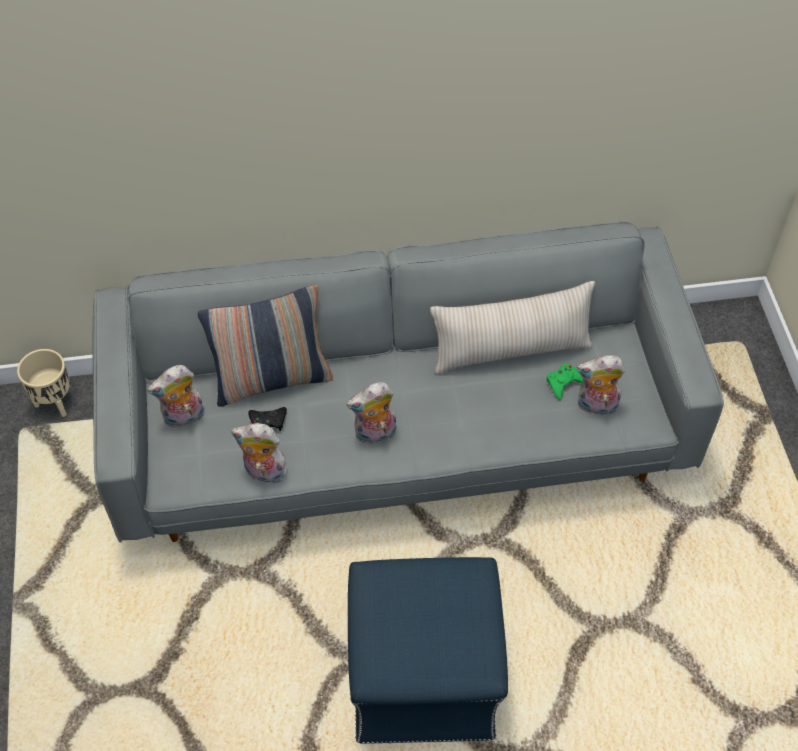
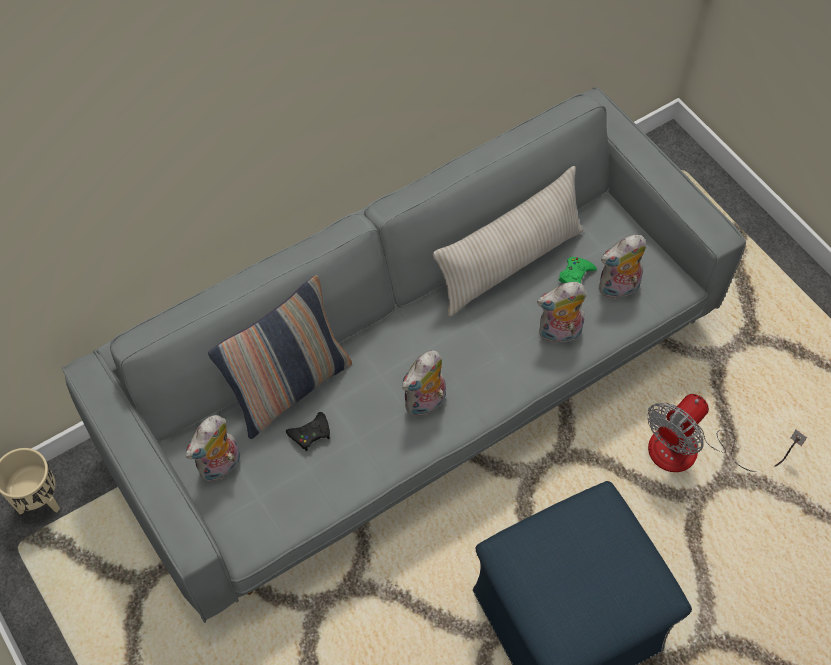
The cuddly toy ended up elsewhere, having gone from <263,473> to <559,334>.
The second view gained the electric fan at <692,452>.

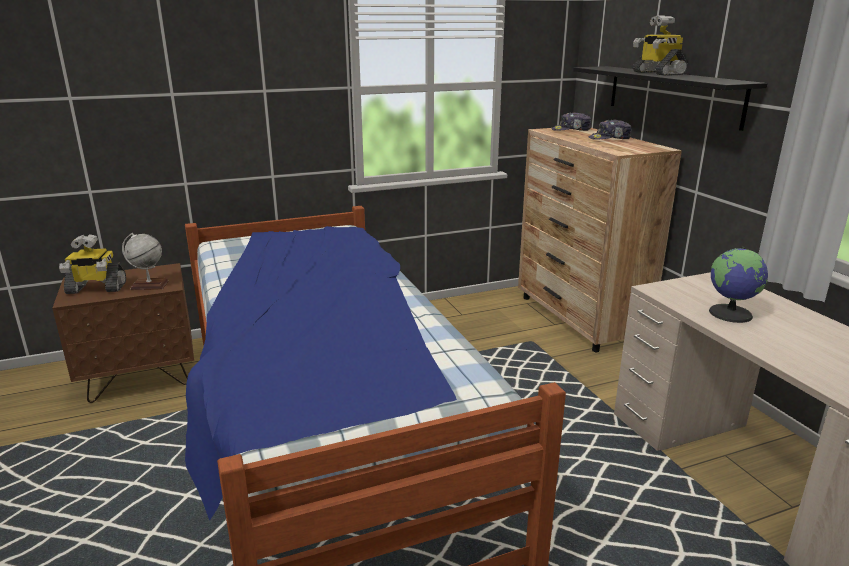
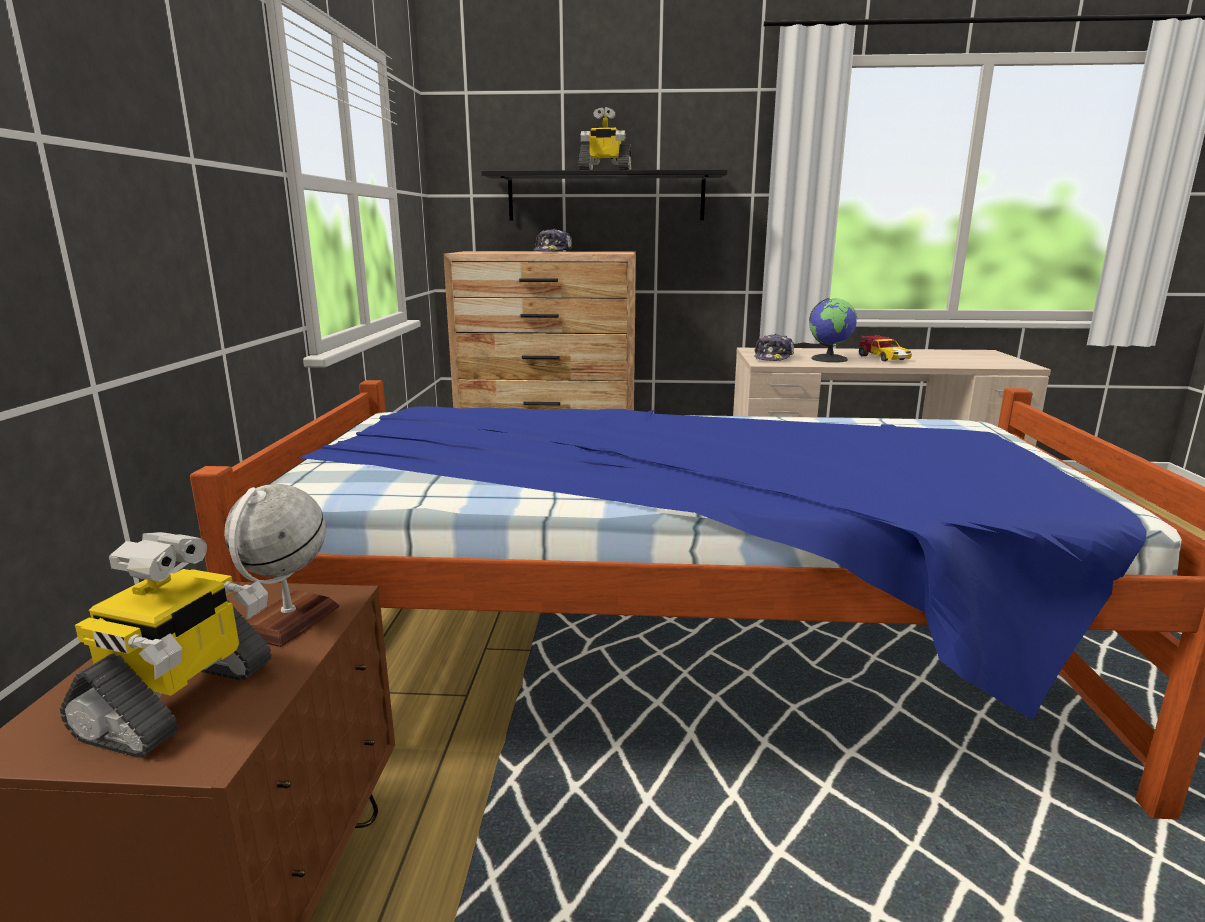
The peaked cap ended up elsewhere, having gone from <571,130> to <773,357>.
The second view gained the toy car at <882,358>.

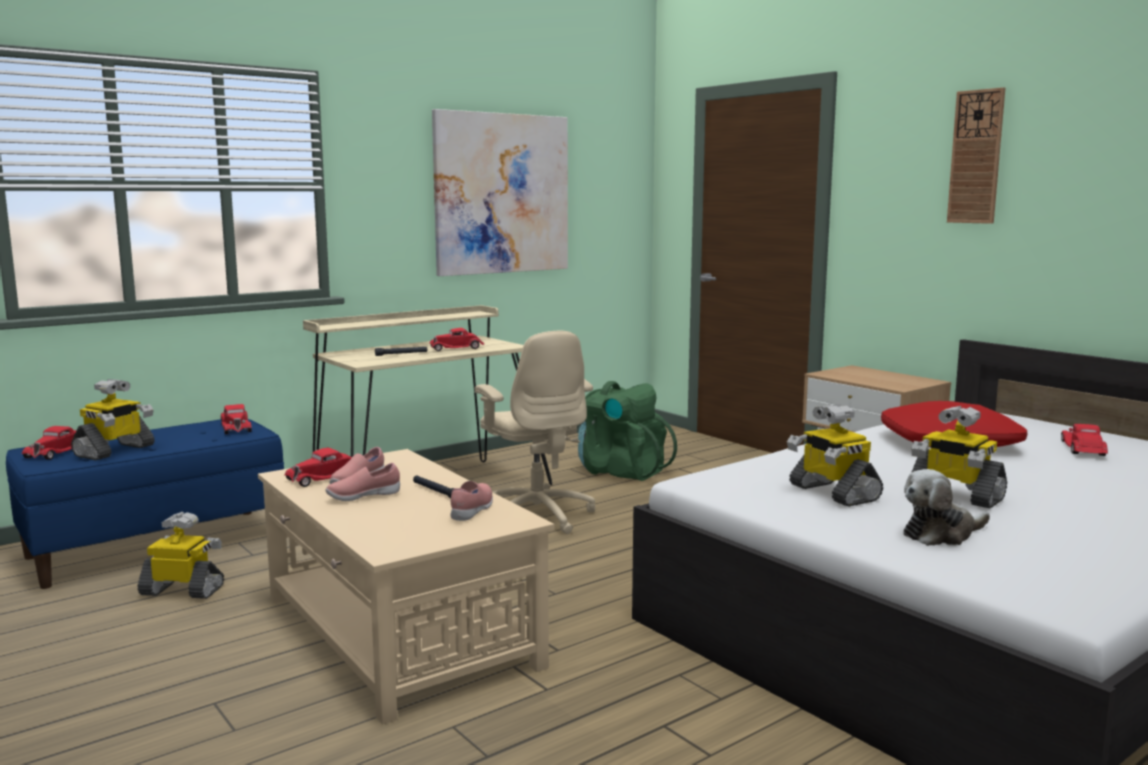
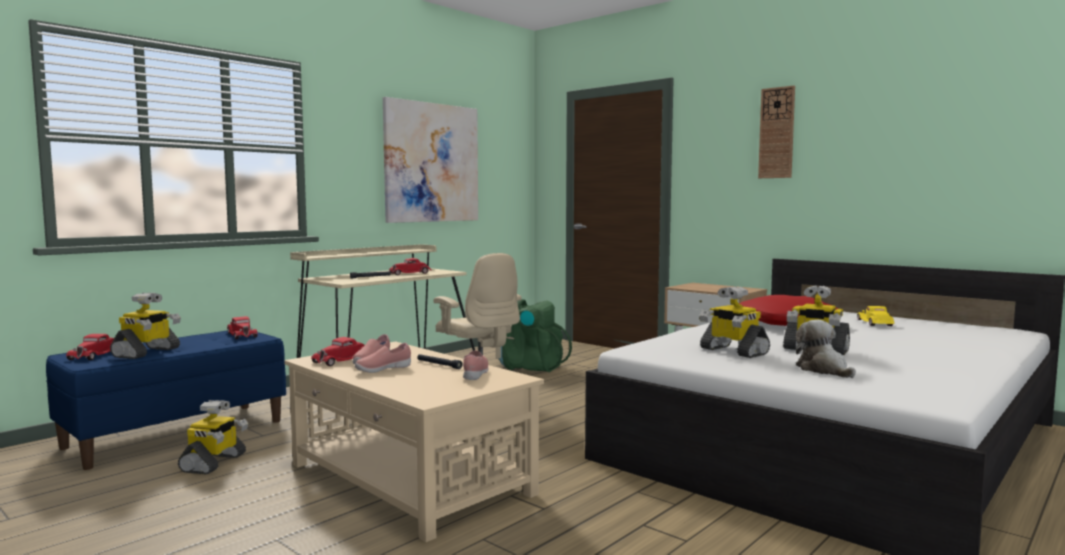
The model robot at <183,590> ended up facing another way, 105 degrees clockwise from before.
The cuddly toy at <941,534> ended up facing another way, 105 degrees clockwise from before.
What was the reddish toy car at <1083,449> turned into the yellow-coloured toy car at <875,323>.

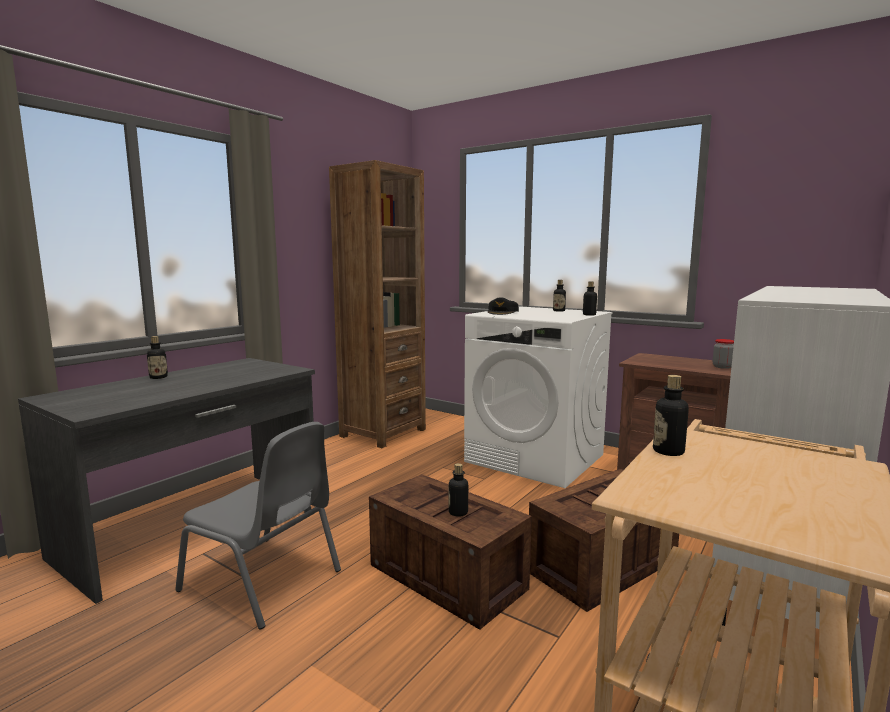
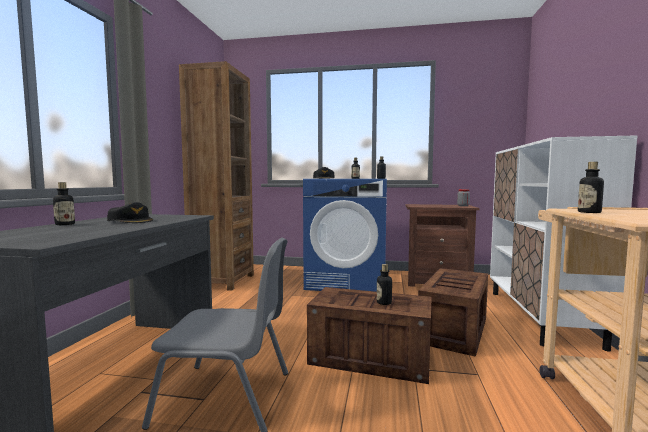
The second view gained the blackish peaked cap at <131,221>.
What was the white laundry appliance at <536,458> turned into the blue-coloured laundry appliance at <348,281>.

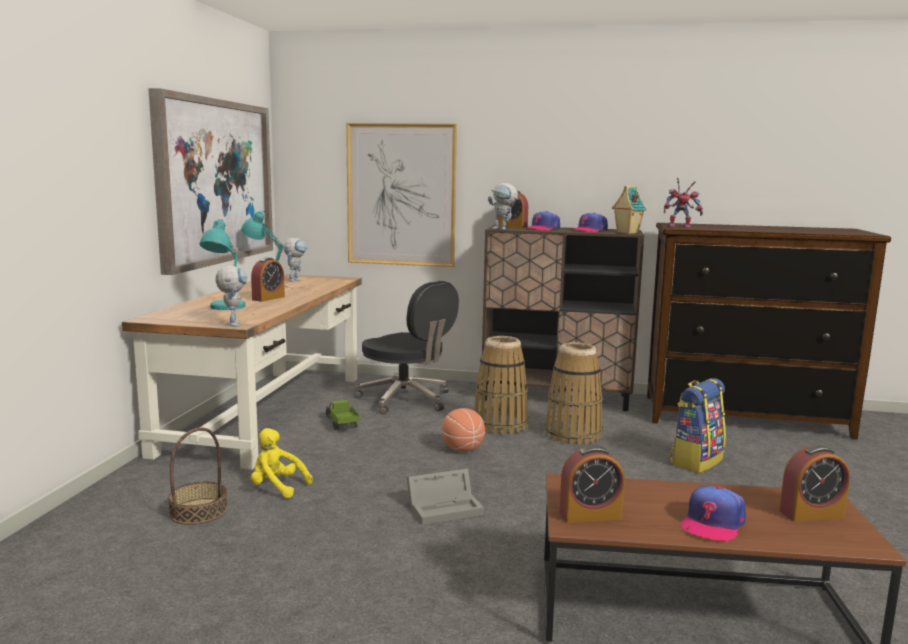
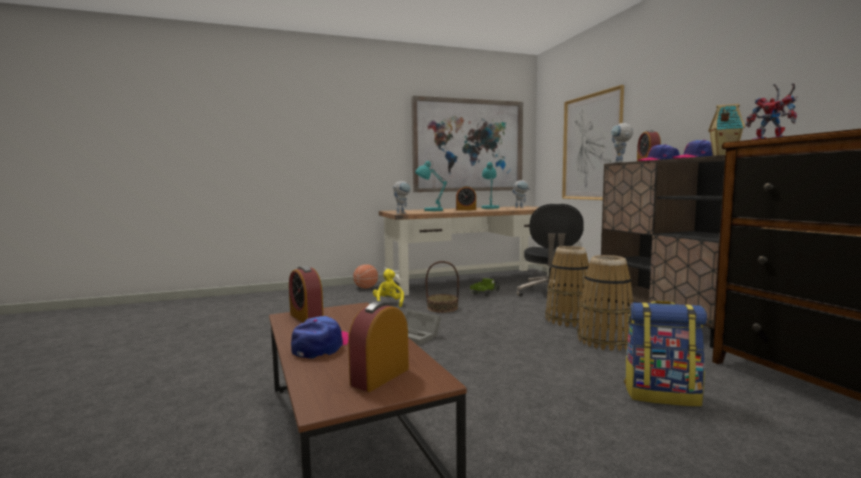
The peaked cap at <712,523> ended up facing another way, 105 degrees clockwise from before.
The alarm clock at <811,514> ended up facing another way, 75 degrees clockwise from before.
The ball for basketball ended up elsewhere, having gone from <462,449> to <366,288>.
The basket ended up elsewhere, having gone from <198,511> to <442,308>.

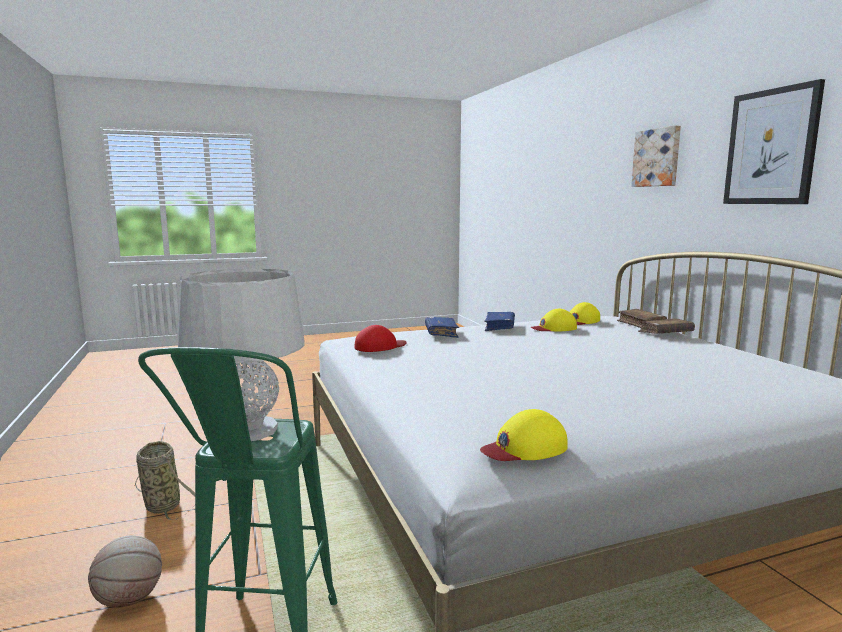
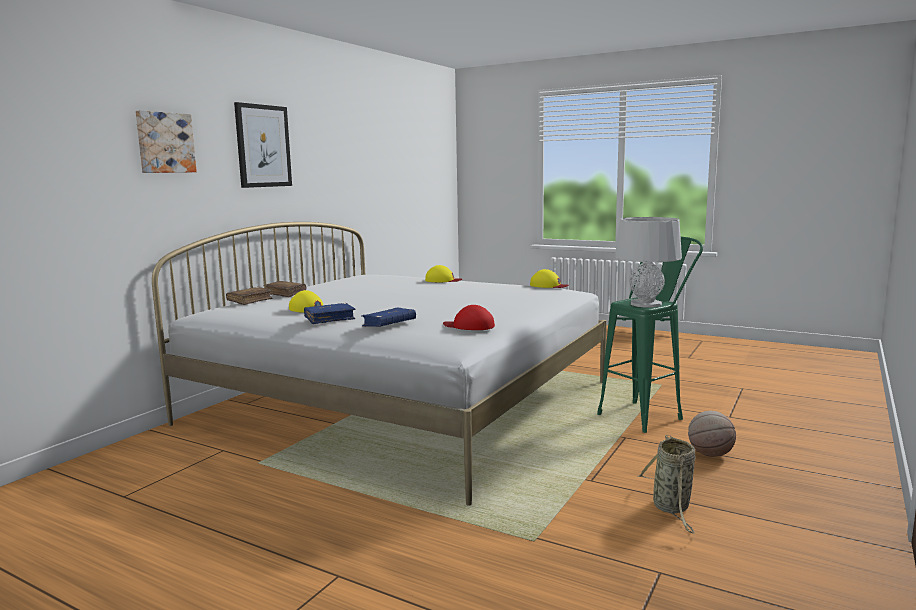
The yellow-coloured peaked cap ended up elsewhere, having gone from <581,321> to <443,280>.

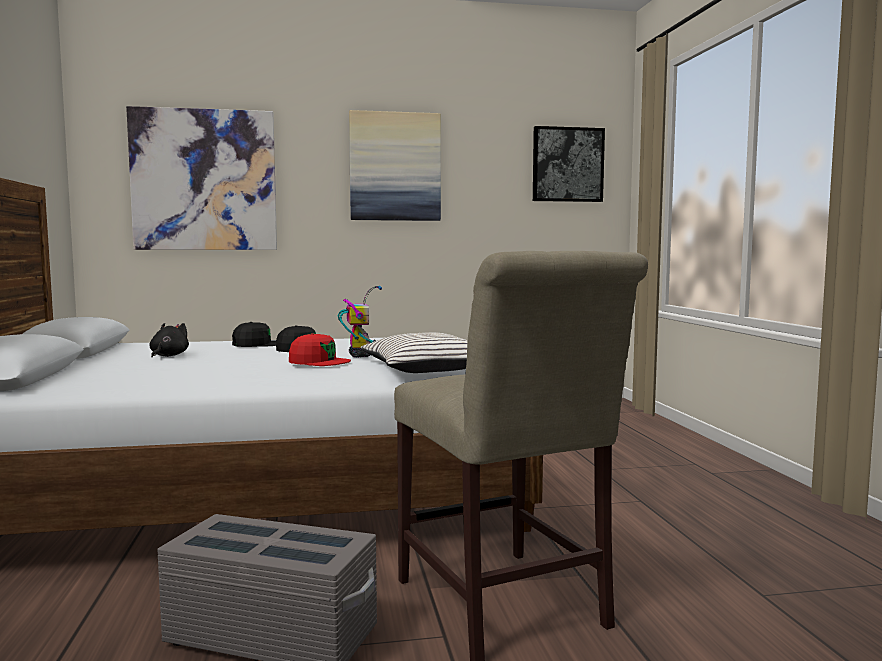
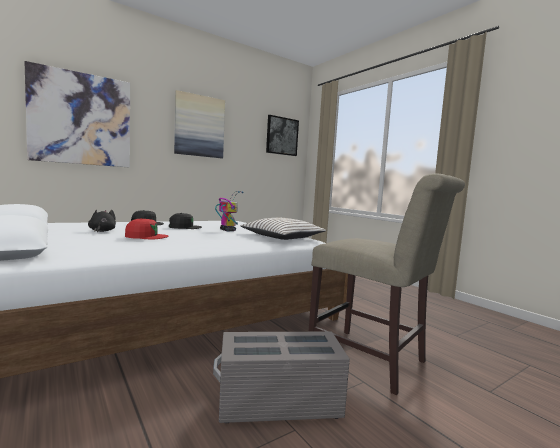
The reddish peaked cap ended up elsewhere, having gone from <319,361> to <146,236>.

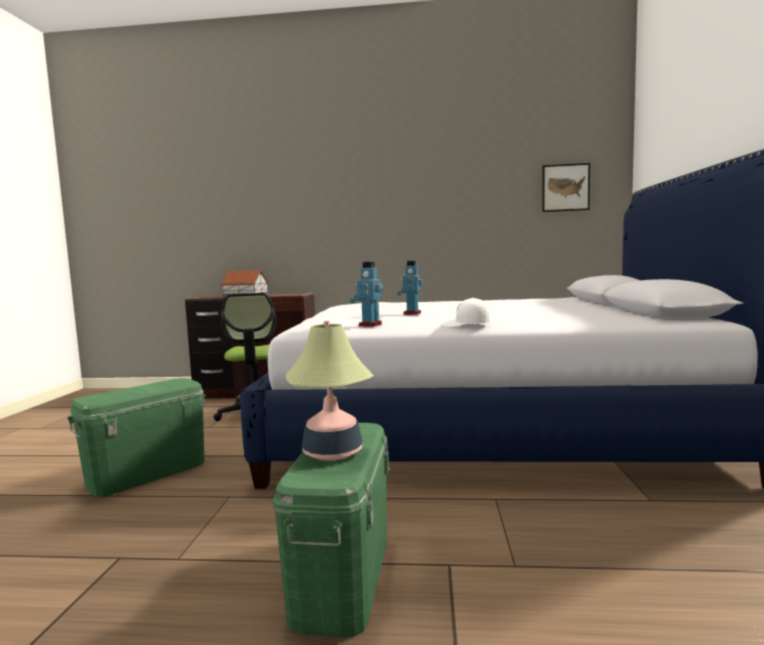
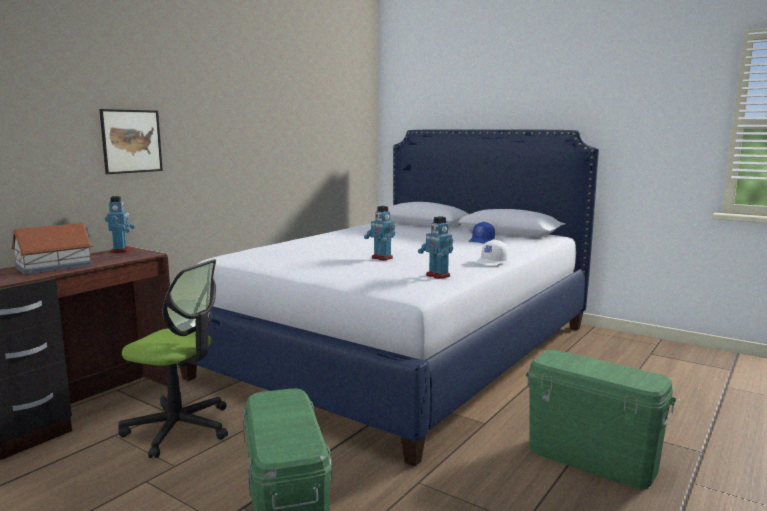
The wall art ended up elsewhere, having gone from <565,187> to <131,141>.
The second view gained the model robot at <121,251>.
The second view gained the blue-coloured peaked cap at <481,241>.
The second view lost the lamp for a table at <332,452>.

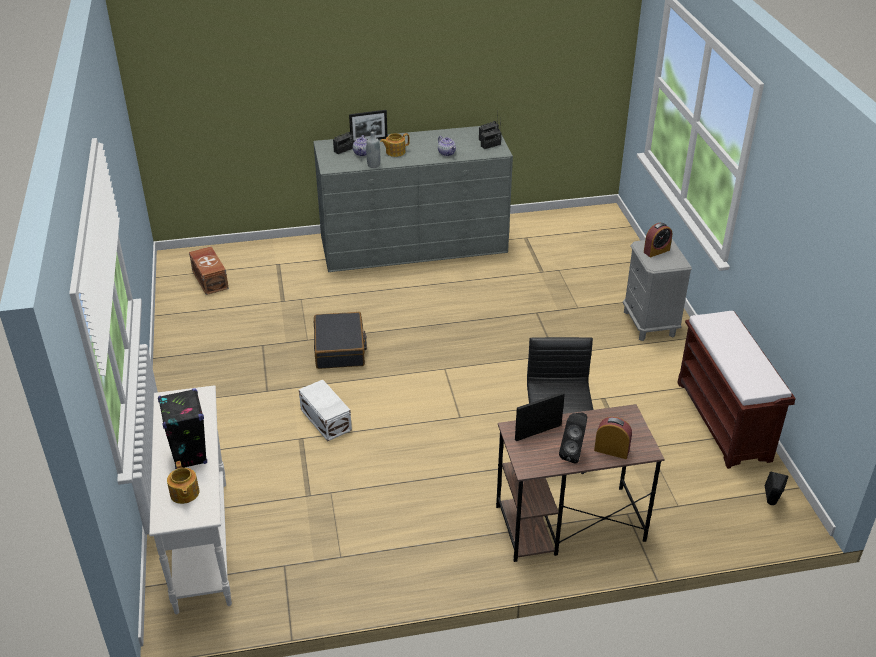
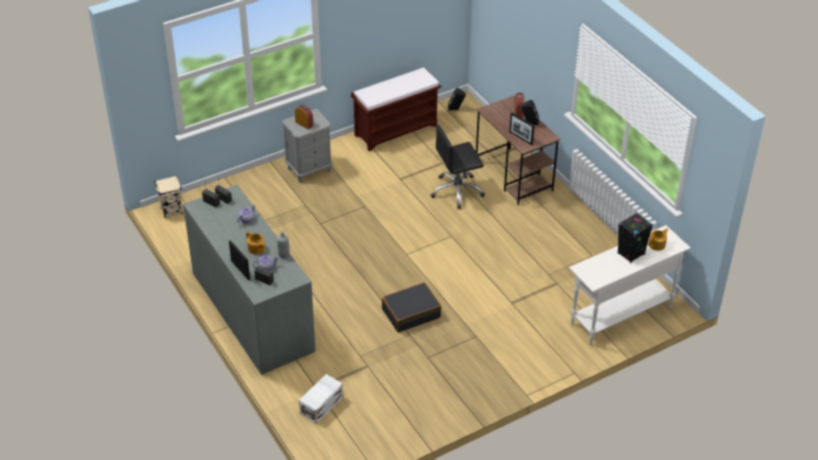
The second view gained the beige loudspeaker at <171,211>.
The white storage container ended up elsewhere, having gone from <325,420> to <322,405>.
The second view lost the brown-coloured storage container at <210,279>.

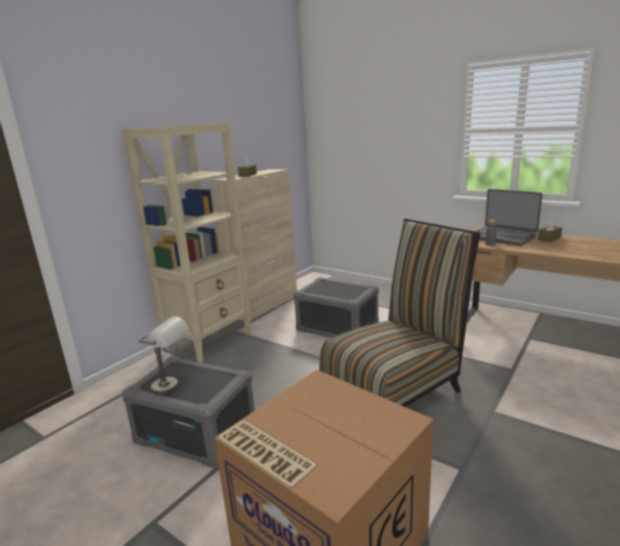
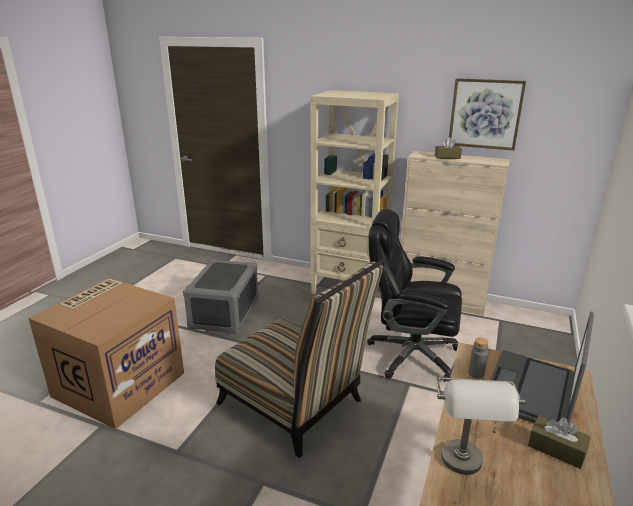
Where the grey storage container stood at <336,327>, the blackish office chair came to stand at <410,354>.
The grey lamp for a table ended up elsewhere, having gone from <173,388> to <465,470>.
The second view gained the wall art at <485,114>.

